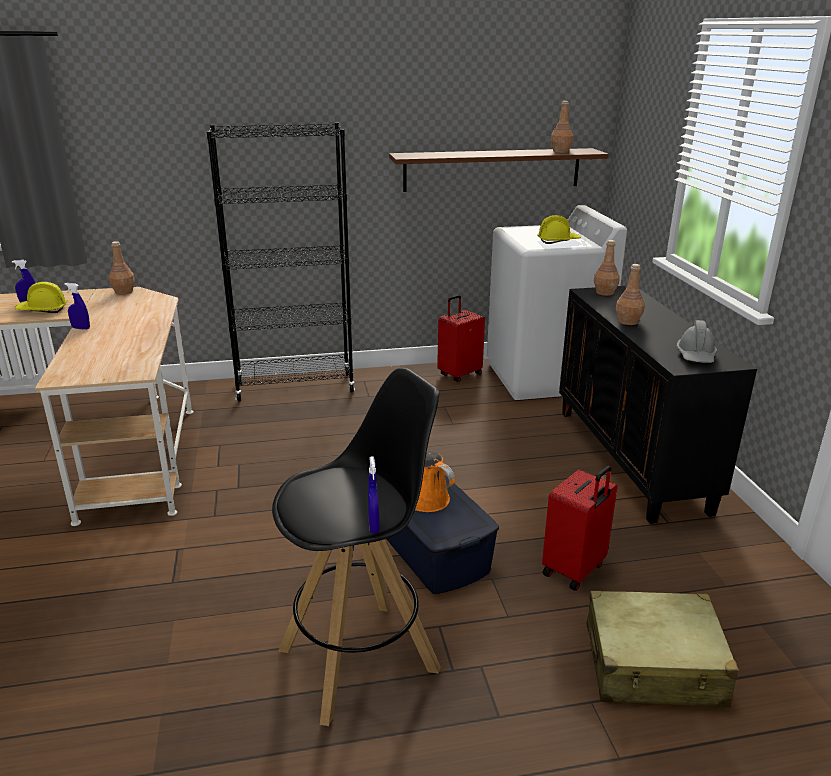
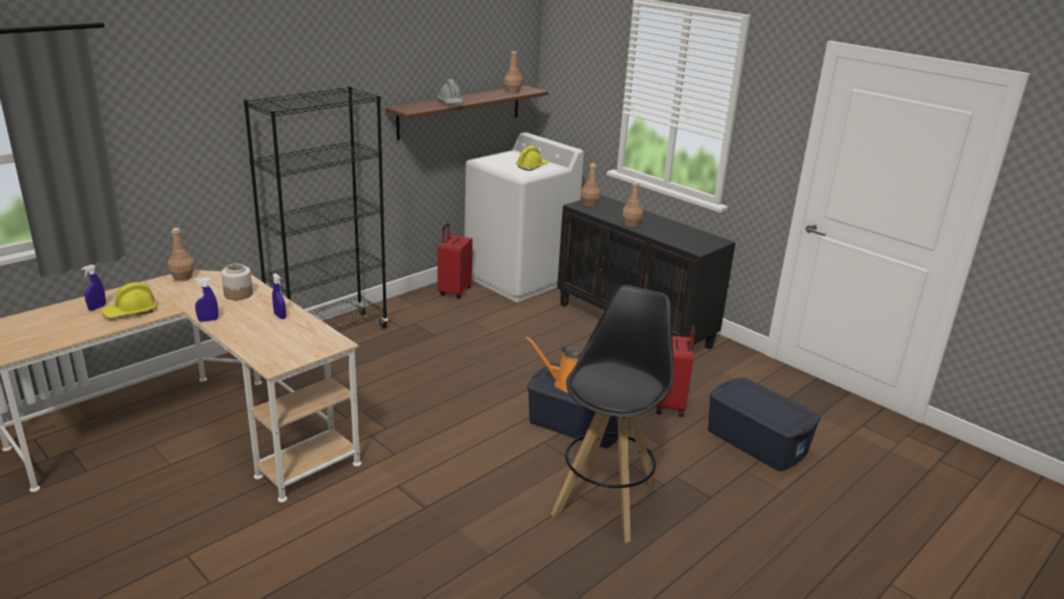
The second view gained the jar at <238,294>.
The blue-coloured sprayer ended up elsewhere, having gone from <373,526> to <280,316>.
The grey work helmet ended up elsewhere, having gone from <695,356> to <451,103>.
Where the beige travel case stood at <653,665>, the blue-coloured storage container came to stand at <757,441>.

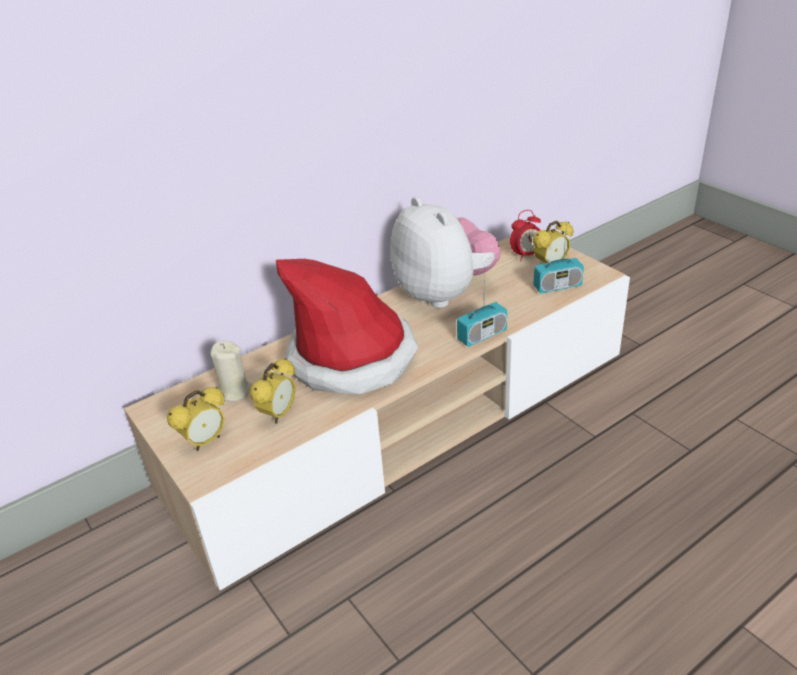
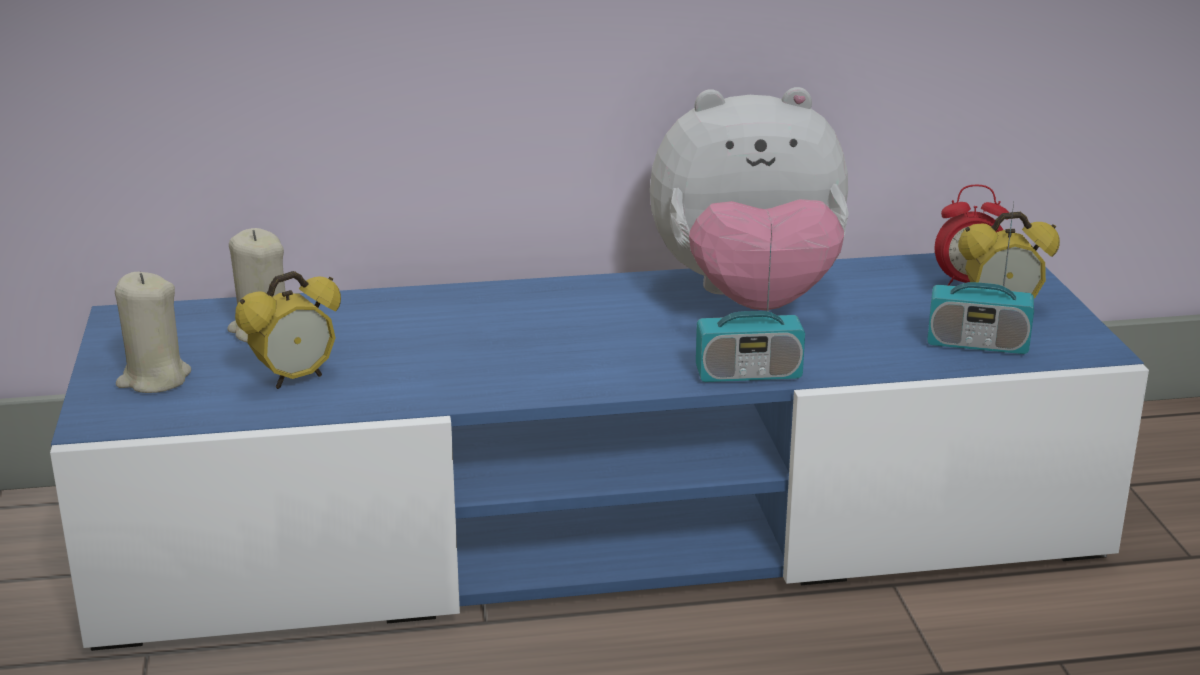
What was the beige tv unit at <404,421> turned into the blue-coloured tv unit at <600,527>.
Where the alarm clock stood at <205,442>, the beige wax light came to stand at <154,379>.
The cuddly toy at <444,293> ended up facing another way, 90 degrees clockwise from before.
The second view lost the wearable hat at <352,358>.

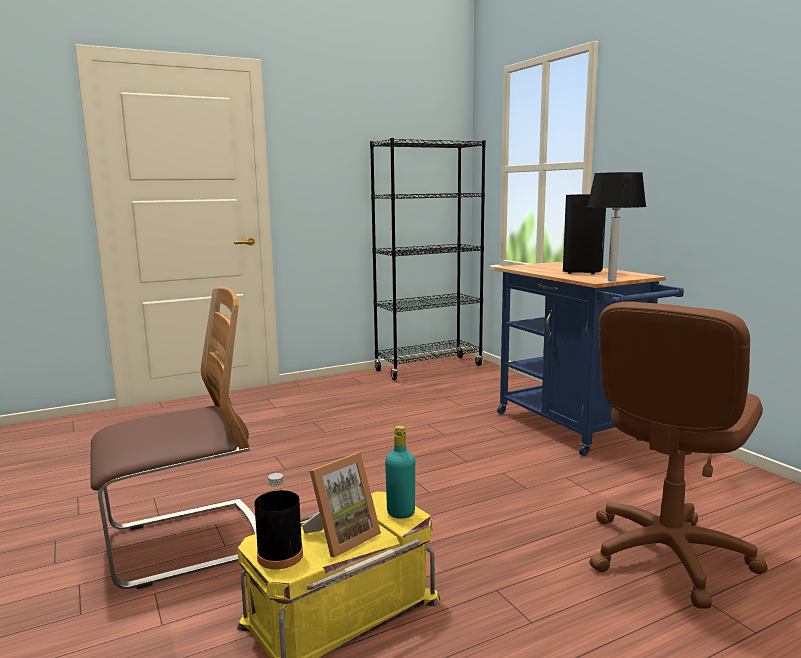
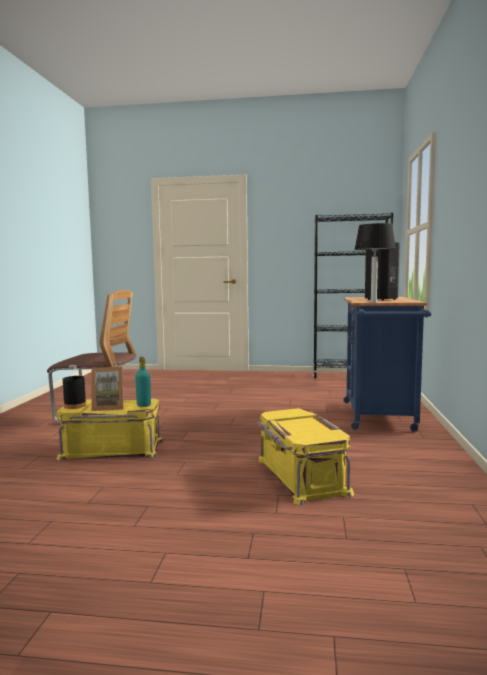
Where the brown-coloured office chair stood at <667,555>, the yellow-coloured storage container came to stand at <300,476>.

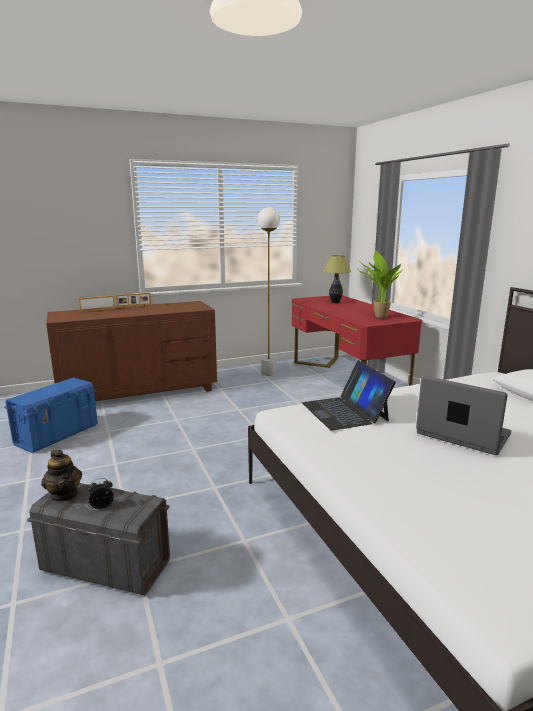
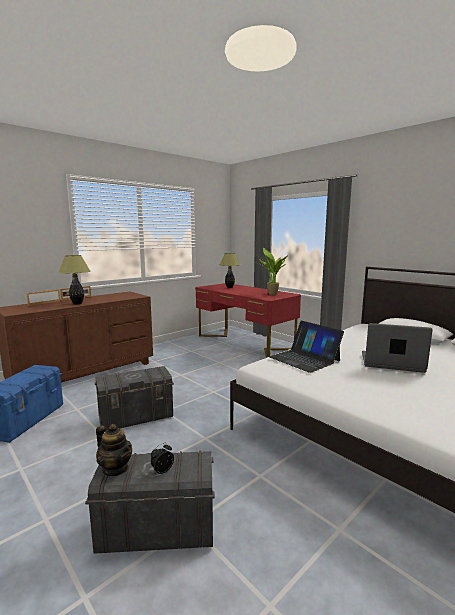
The second view gained the lamp for a table at <77,303>.
The second view gained the grey storage container at <136,417>.
The second view lost the white standing lamp at <268,373>.

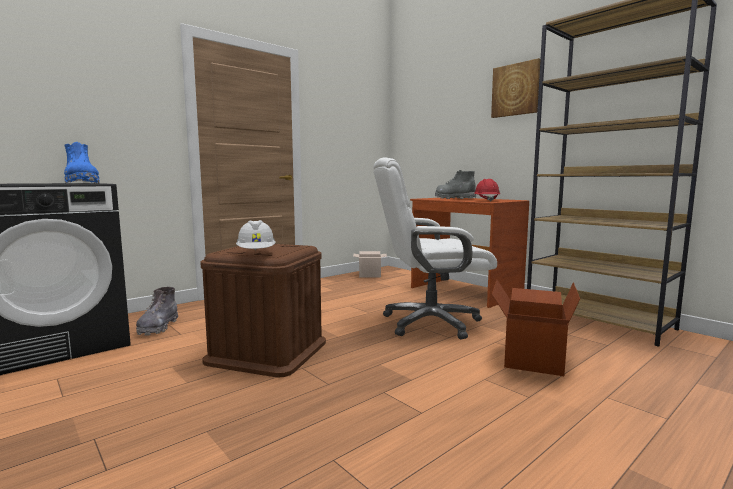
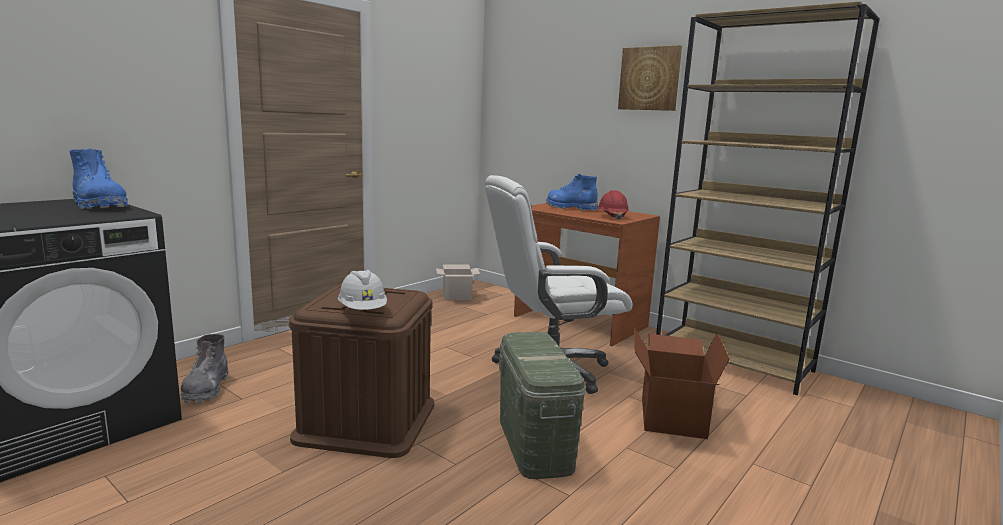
The second view gained the green-coloured storage container at <535,443>.
What was the grey tall boot at <454,198> turned into the blue-coloured tall boot at <571,208>.

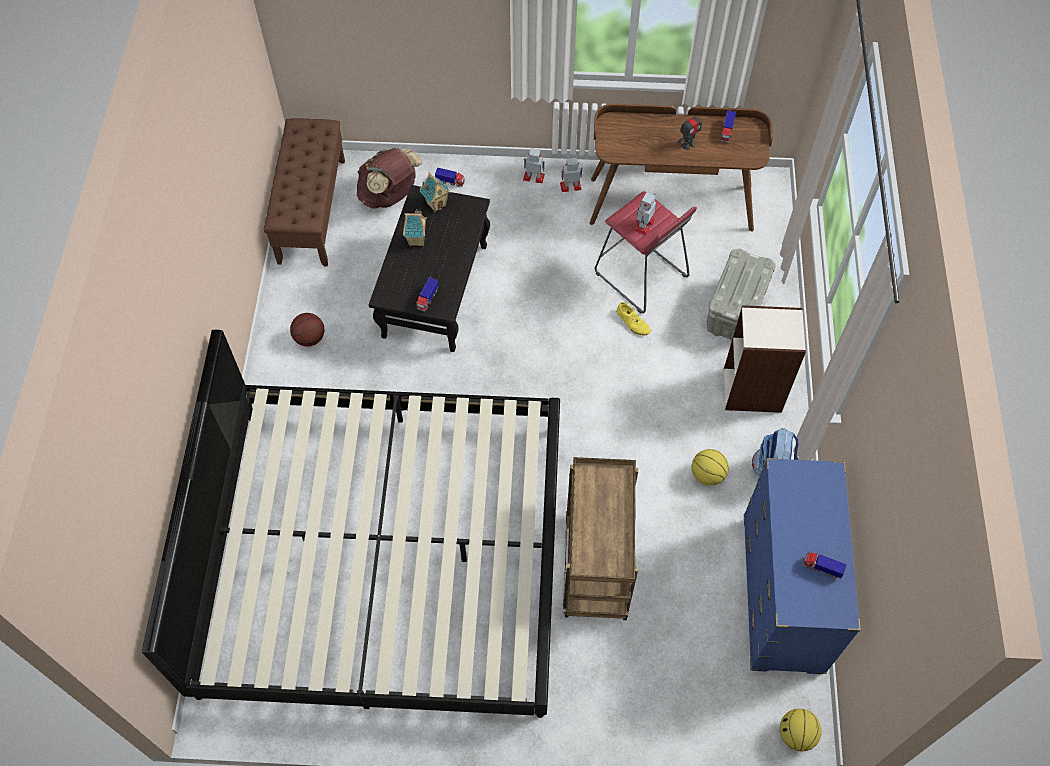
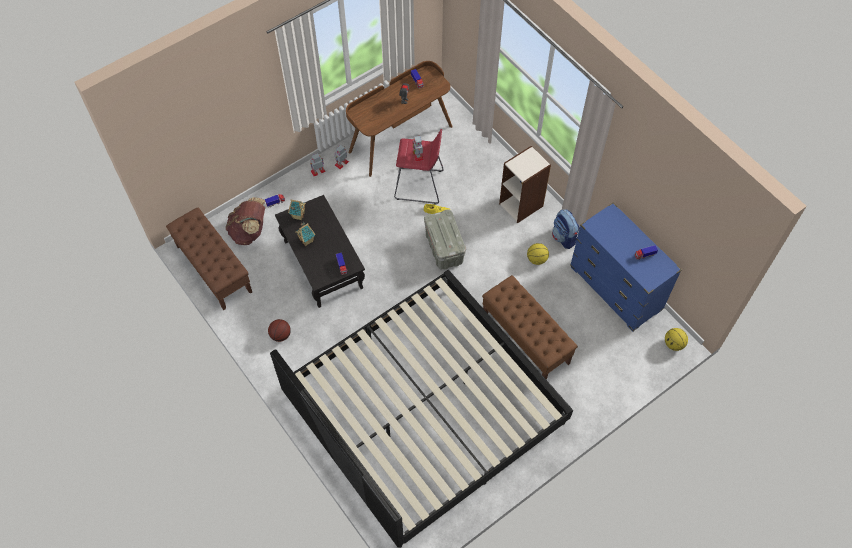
The grey storage container ended up elsewhere, having gone from <735,310> to <444,248>.
Where the brown-coloured trolley stood at <594,565>, the brown-coloured indoor bench came to stand at <525,338>.

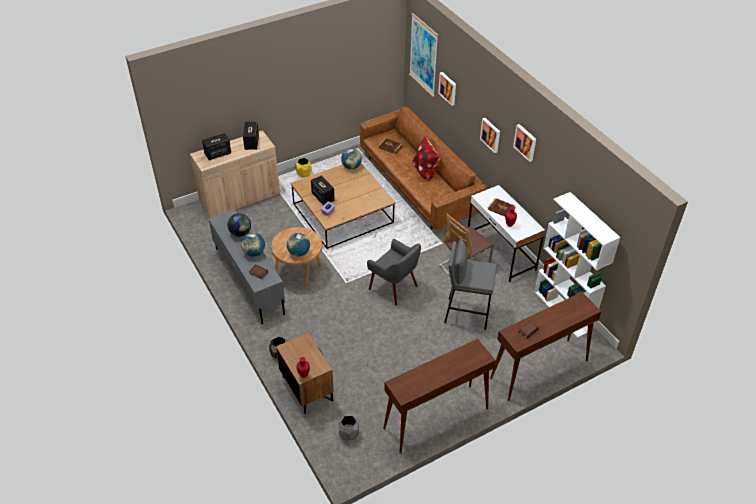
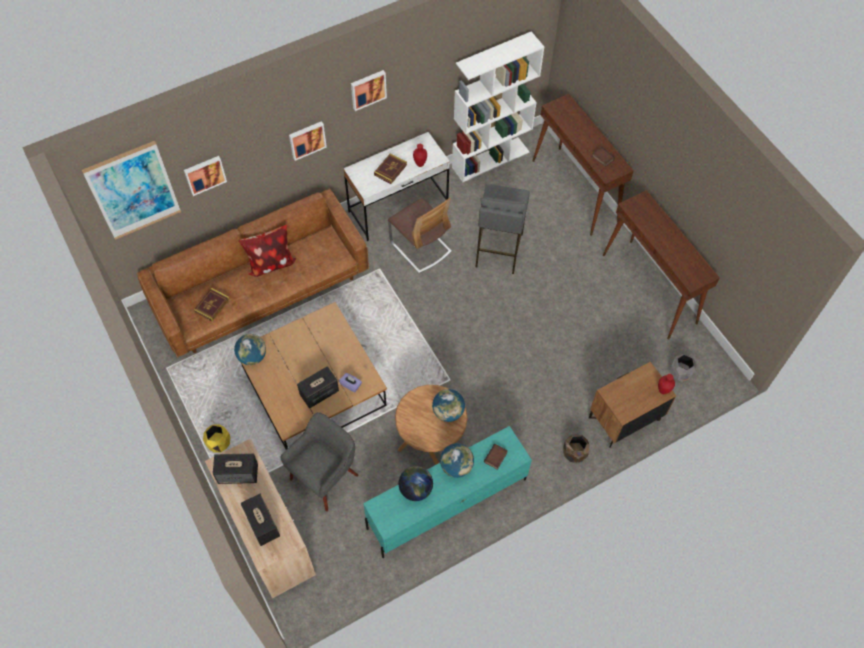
The grey easy chair ended up elsewhere, having gone from <394,287> to <325,477>.
What was the grey tv unit at <249,280> turned into the blue-green tv unit at <446,503>.

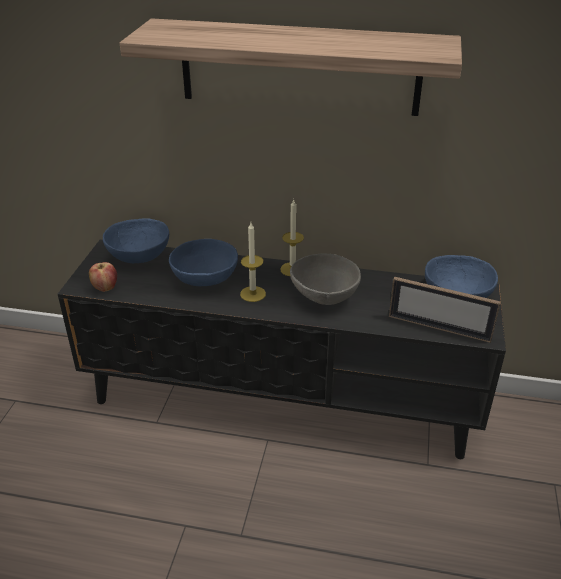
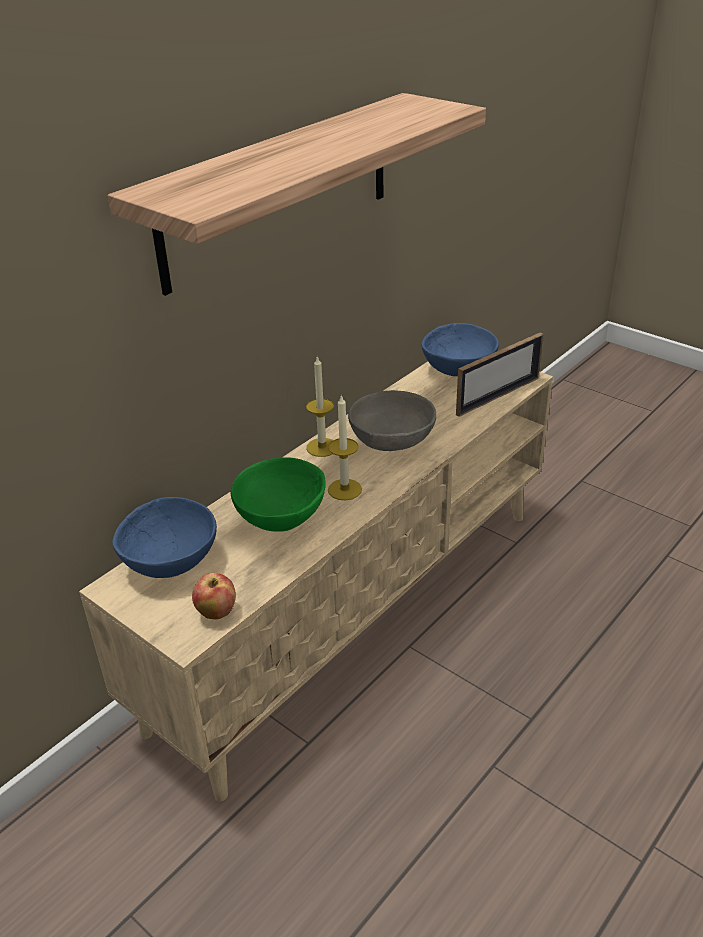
What was the blackish tv unit at <282,399> turned into the beige tv unit at <355,610>.
What was the blue-coloured bowl at <206,279> turned into the green-coloured bowl at <282,517>.

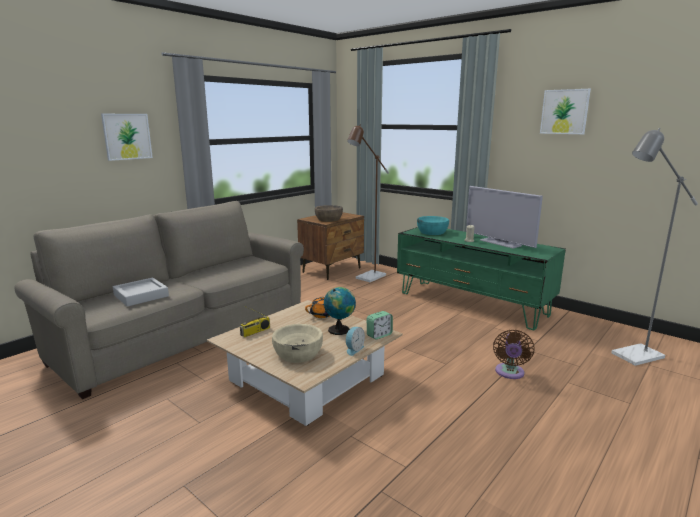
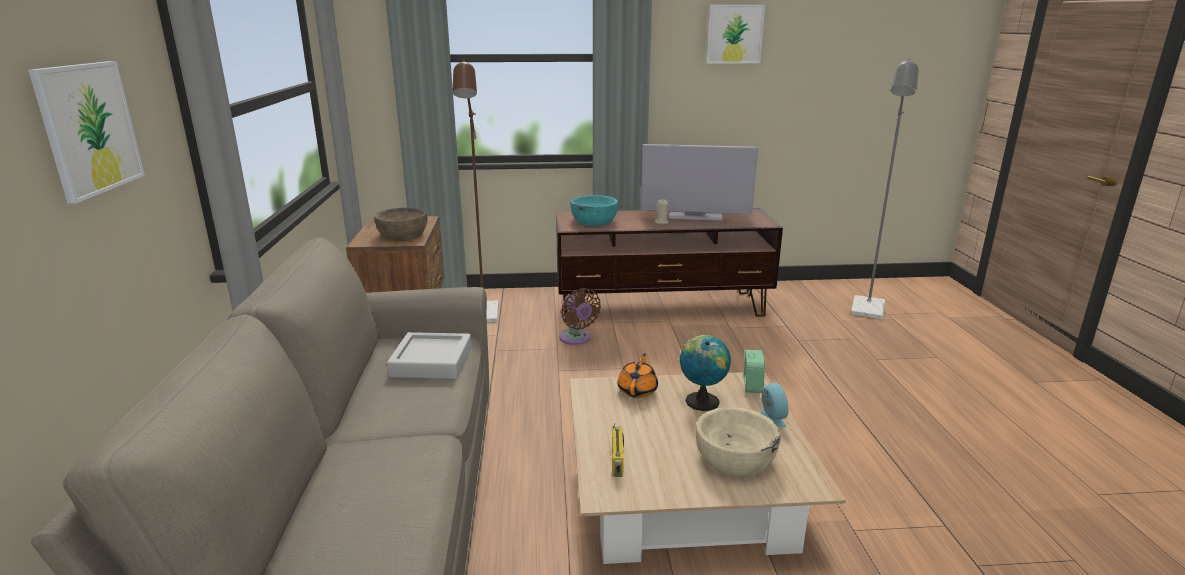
The grey serving tray ended up elsewhere, having gone from <141,296> to <431,362>.
What was the green-coloured tv unit at <471,304> turned into the brown-coloured tv unit at <662,307>.
The brown-coloured electric fan ended up elsewhere, having gone from <509,373> to <576,339>.

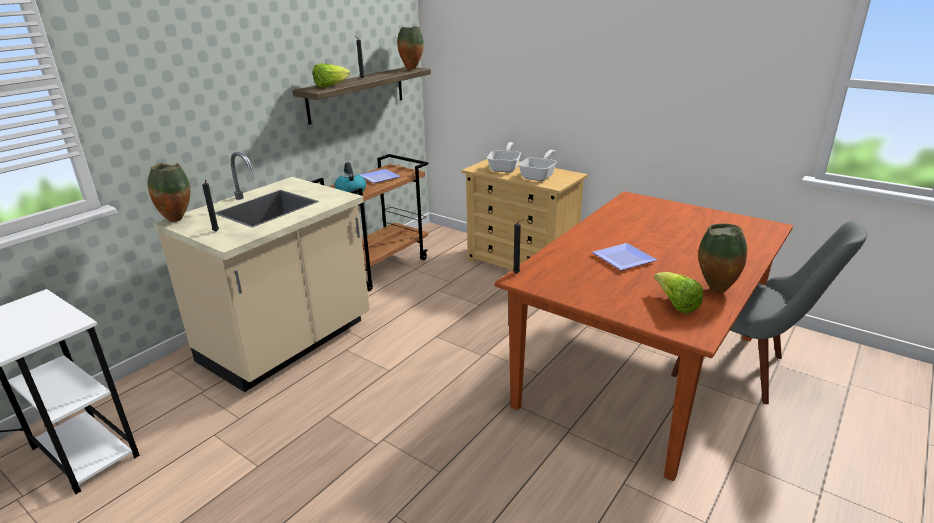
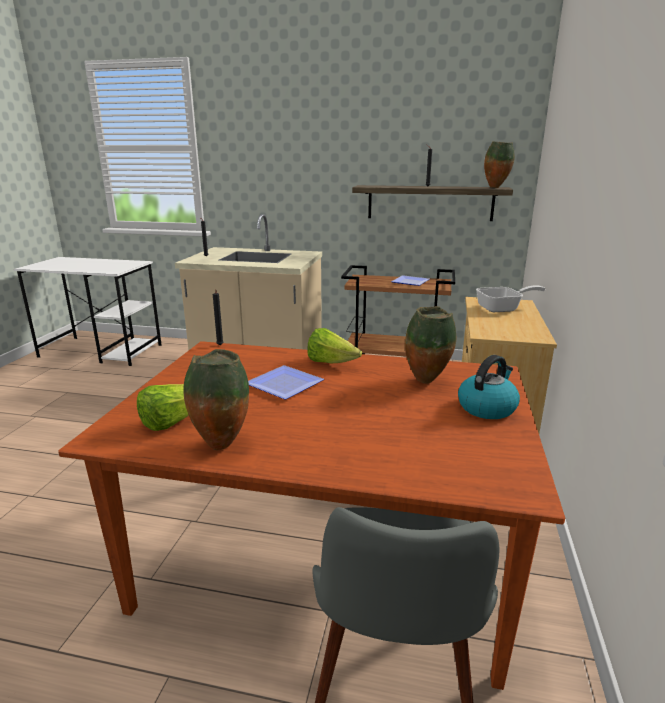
The lettuce head ended up elsewhere, having gone from <330,86> to <331,363>.
The flower vase ended up elsewhere, having gone from <177,220> to <427,382>.
The kettle ended up elsewhere, having gone from <350,191> to <487,407>.
The second view lost the pan at <539,176>.

